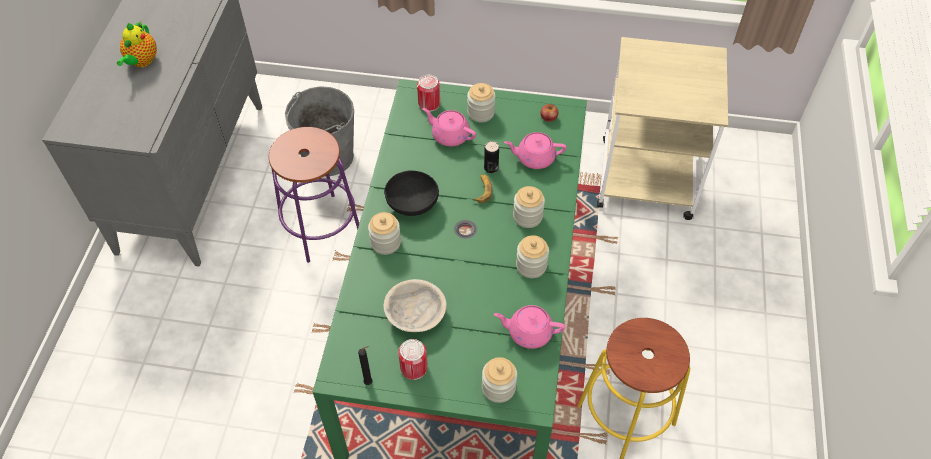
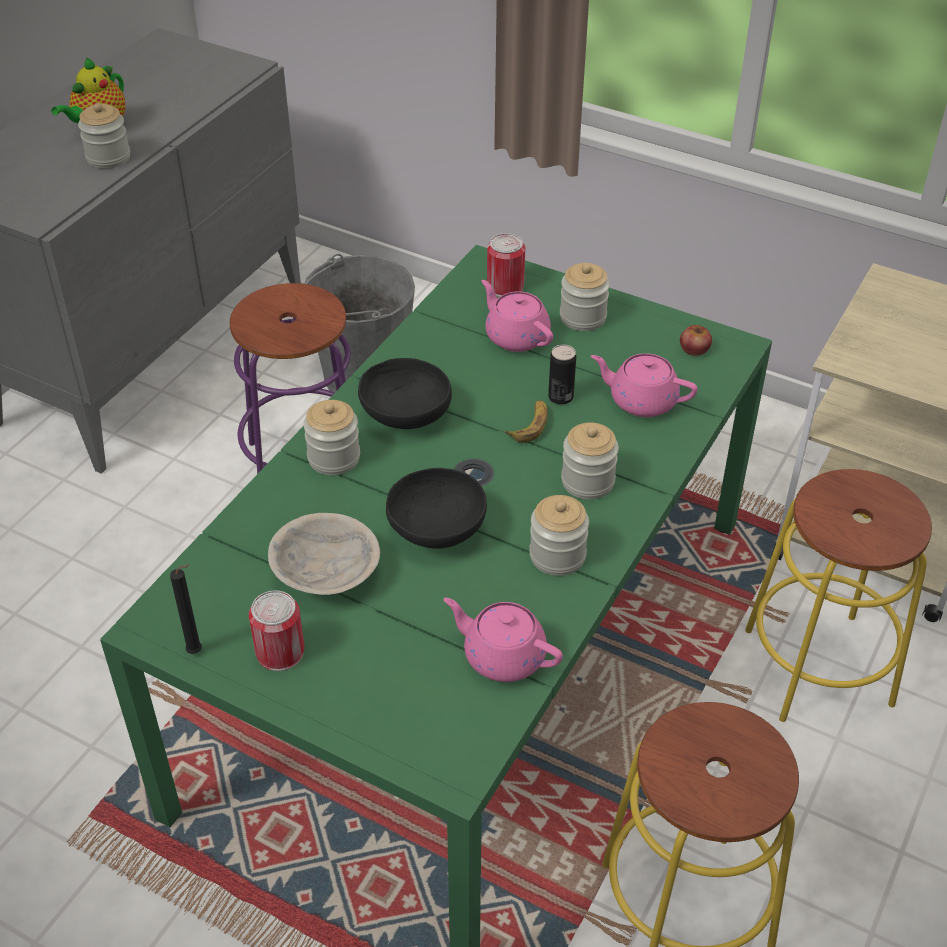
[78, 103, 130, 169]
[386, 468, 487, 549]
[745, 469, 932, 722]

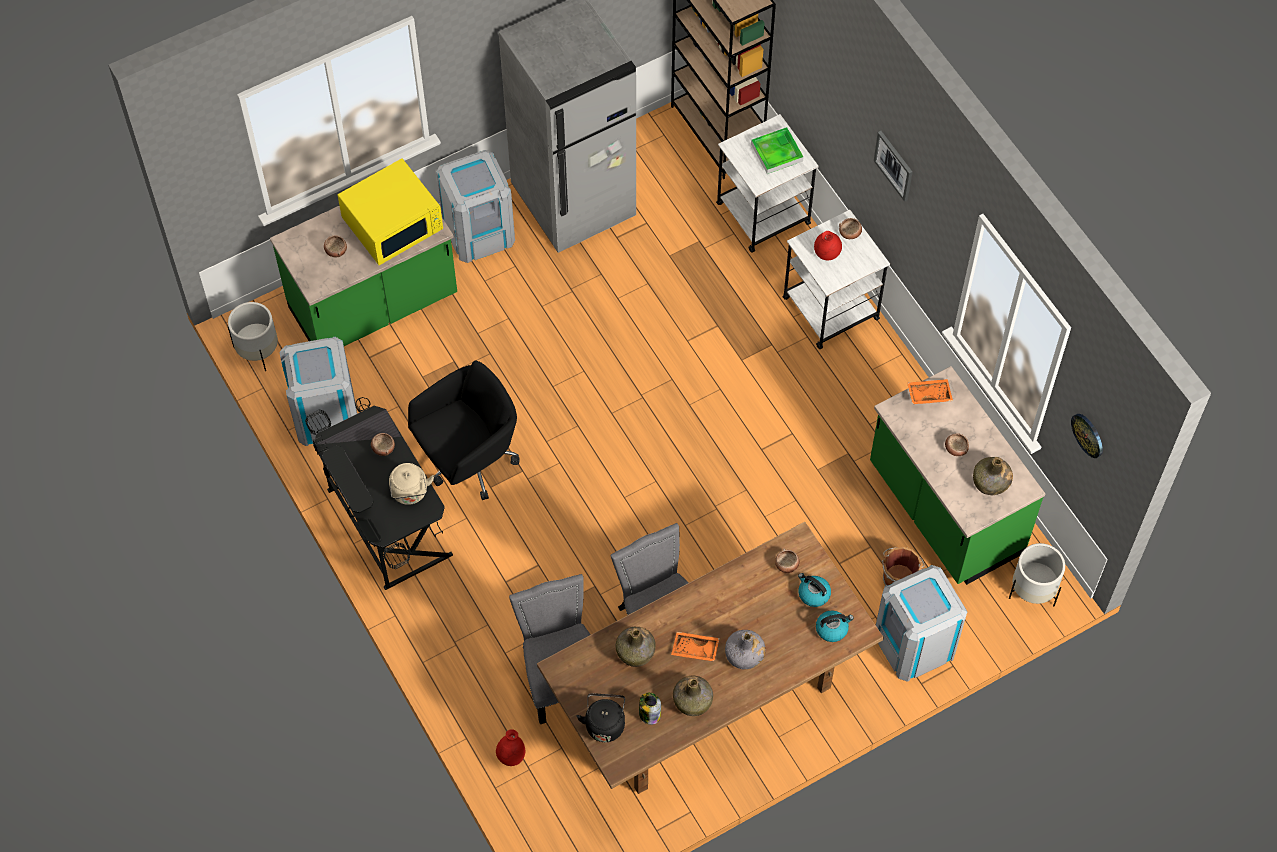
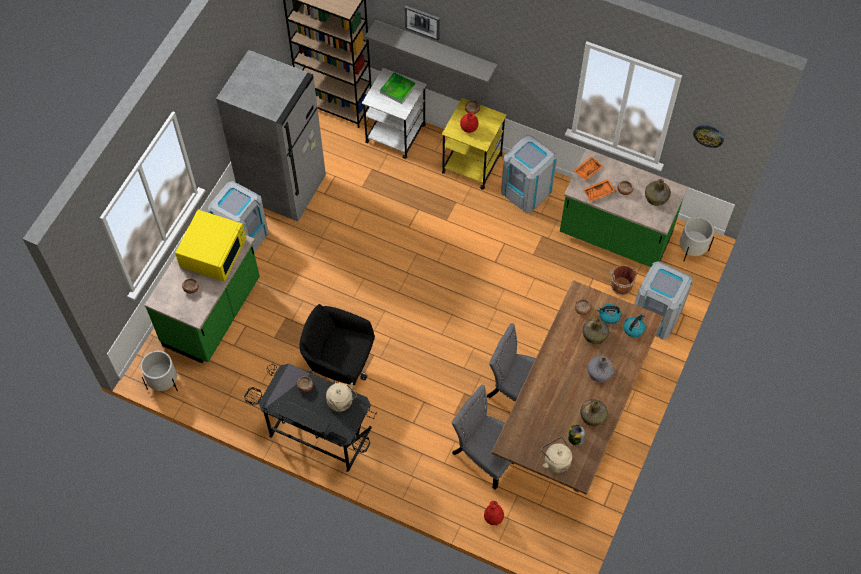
[300, 304, 375, 385]
[365, 20, 497, 84]
[404, 6, 440, 41]
[442, 98, 507, 190]
[501, 135, 557, 213]
[541, 437, 572, 473]
[583, 179, 615, 202]
[583, 318, 609, 344]

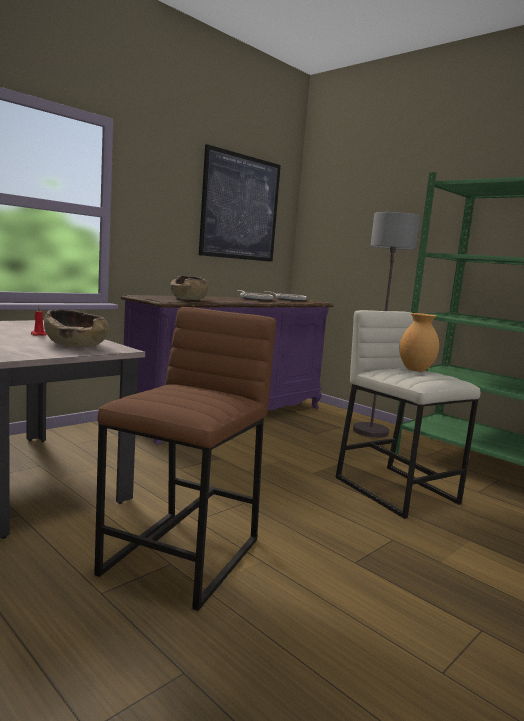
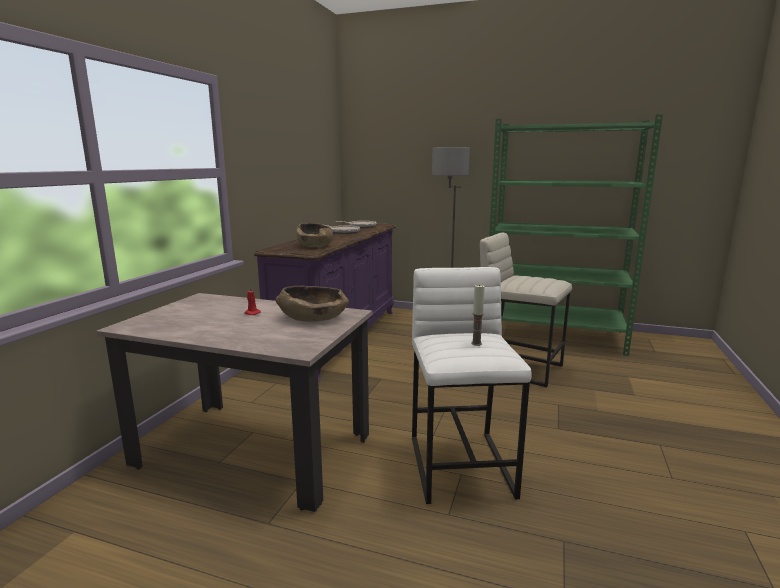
[412, 267, 532, 504]
[471, 284, 485, 346]
[199, 144, 281, 262] (first image)
[399, 313, 439, 372] (first image)

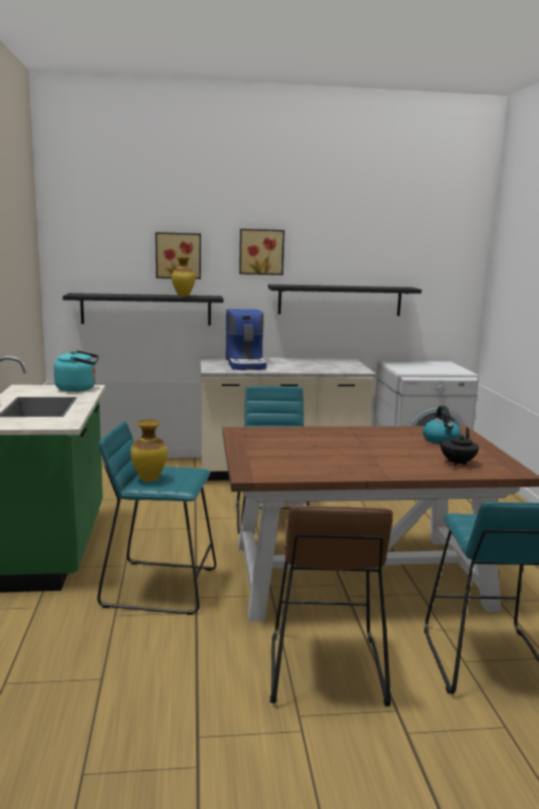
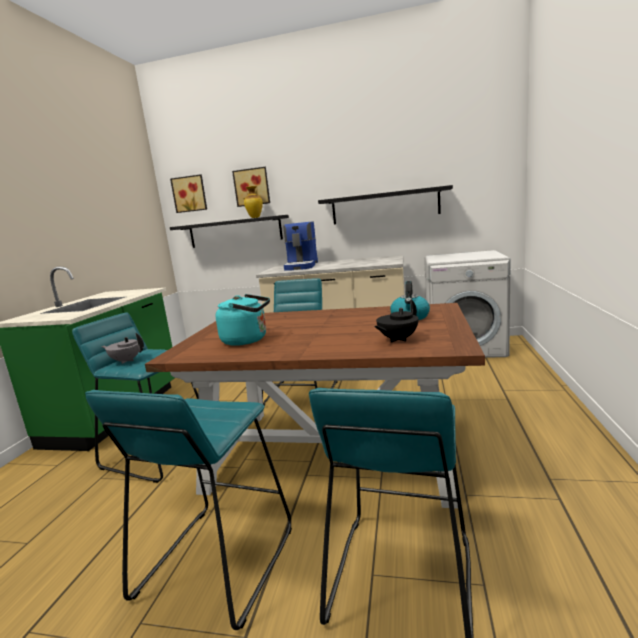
[85, 390, 292, 630]
[102, 333, 144, 364]
[170, 174, 207, 213]
[215, 294, 270, 346]

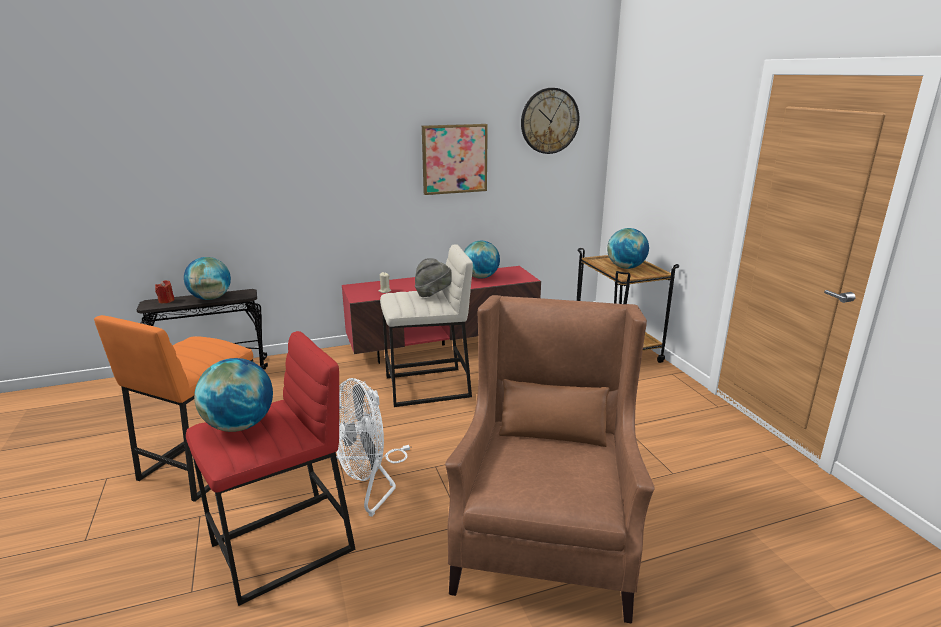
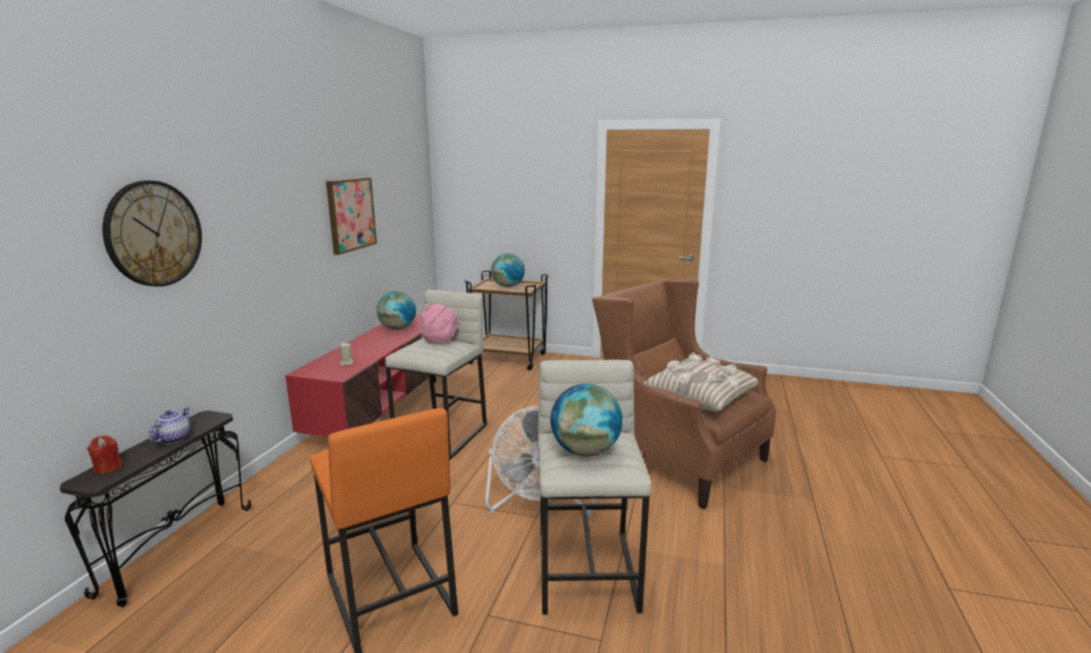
[102, 181, 202, 287]
[148, 407, 190, 444]
[421, 304, 458, 344]
[538, 360, 652, 615]
[644, 352, 758, 411]

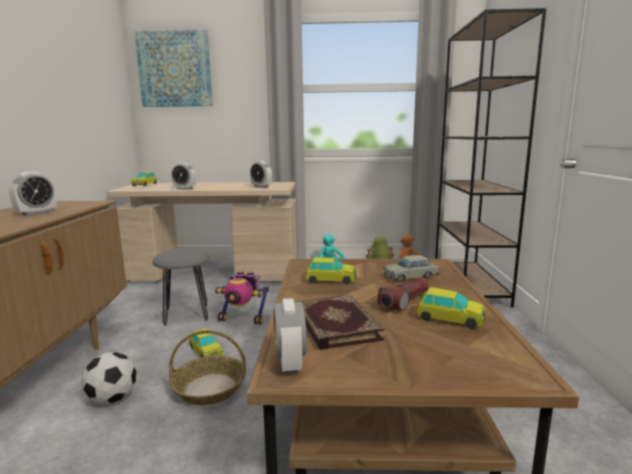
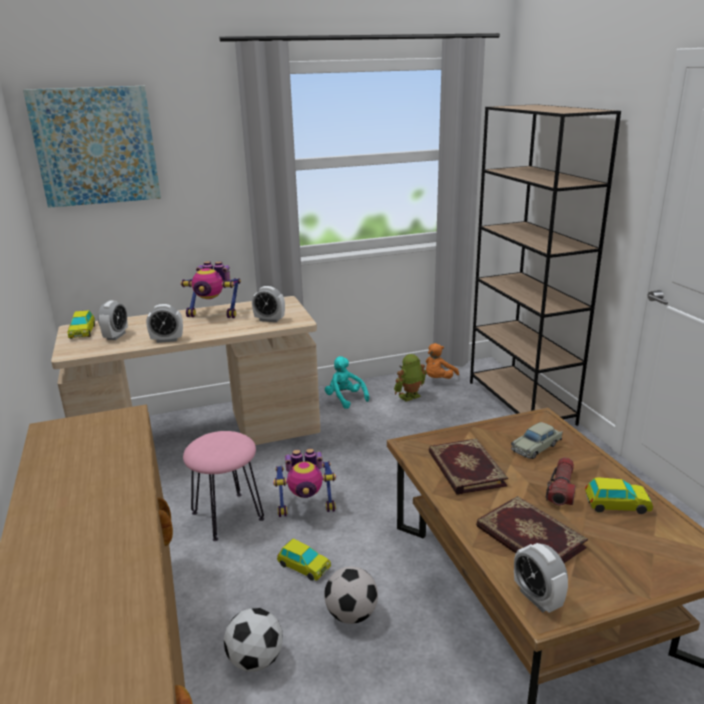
[98, 301, 128, 340]
[181, 261, 241, 318]
[183, 431, 264, 541]
[324, 566, 378, 624]
[429, 438, 508, 495]

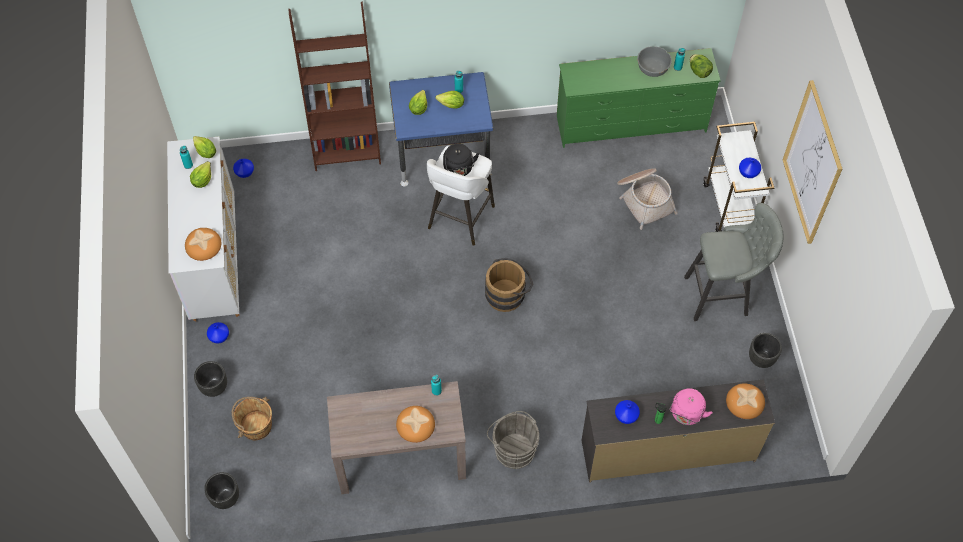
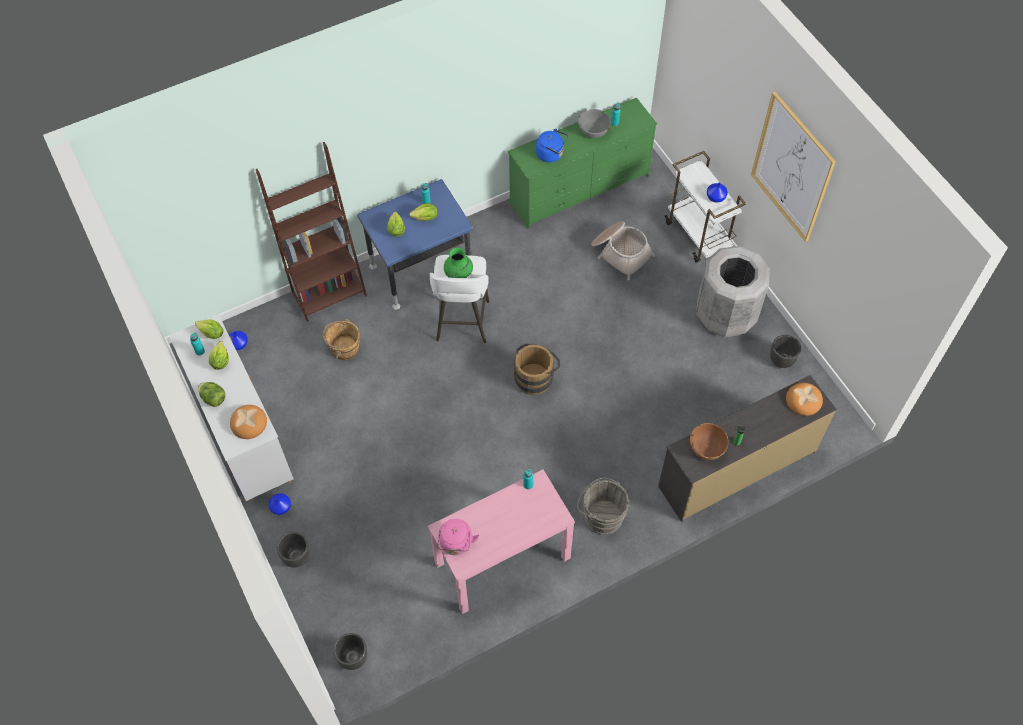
[198, 382, 225, 407]
[322, 319, 360, 360]
[428, 470, 575, 614]
[437, 519, 479, 555]
[444, 248, 473, 278]
[536, 129, 568, 162]
[690, 423, 729, 460]
[696, 246, 770, 337]
[396, 406, 435, 443] (first image)

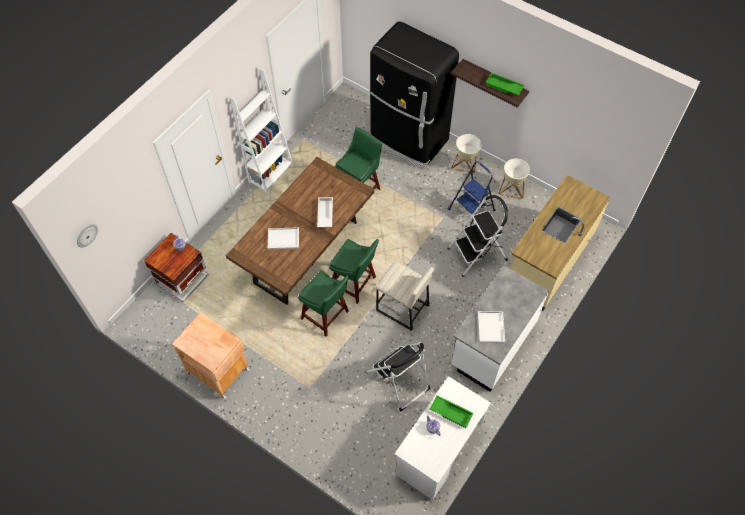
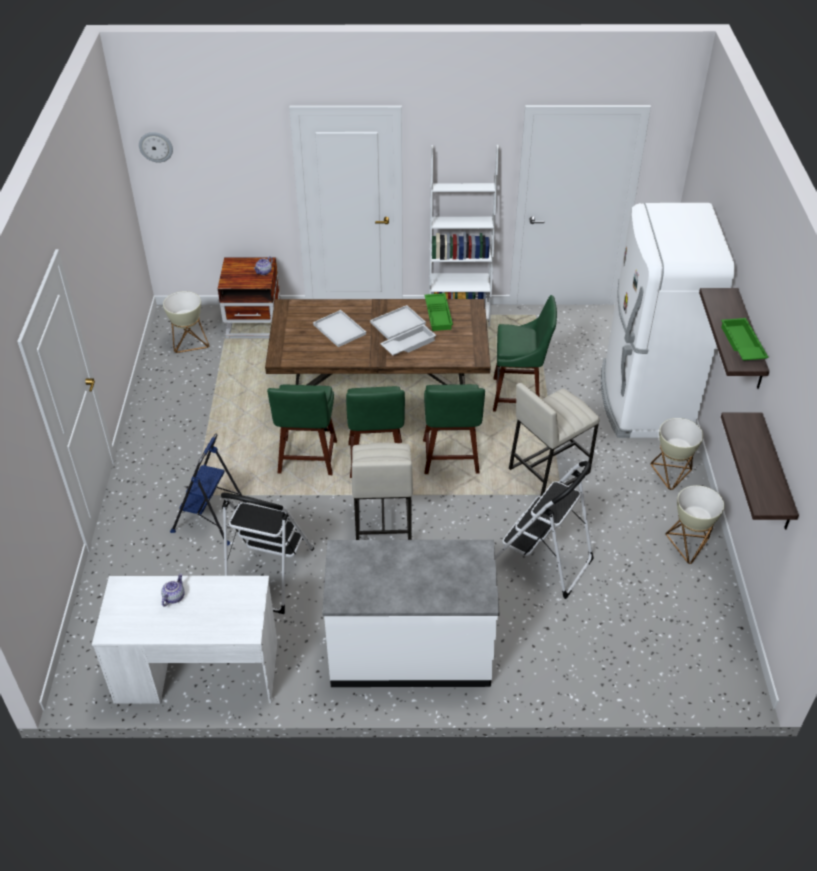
[163, 291, 209, 353]
[170, 434, 246, 546]
[370, 305, 426, 340]
[423, 384, 485, 474]
[424, 293, 453, 331]
[509, 383, 600, 496]
[601, 203, 735, 438]
[721, 413, 799, 529]
[172, 313, 250, 399] (first image)
[510, 175, 611, 311] (first image)

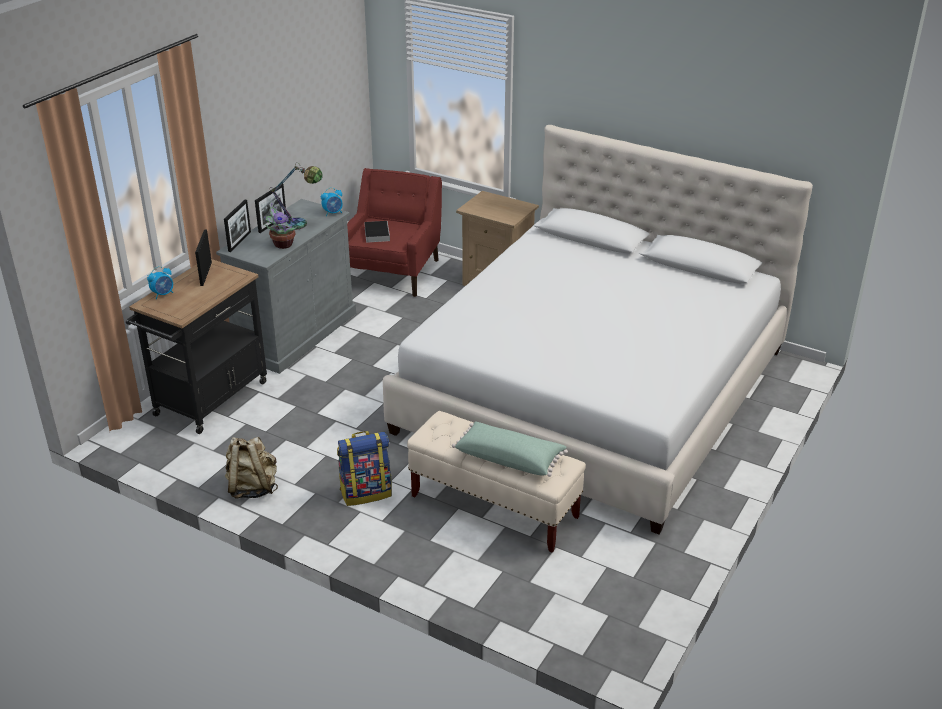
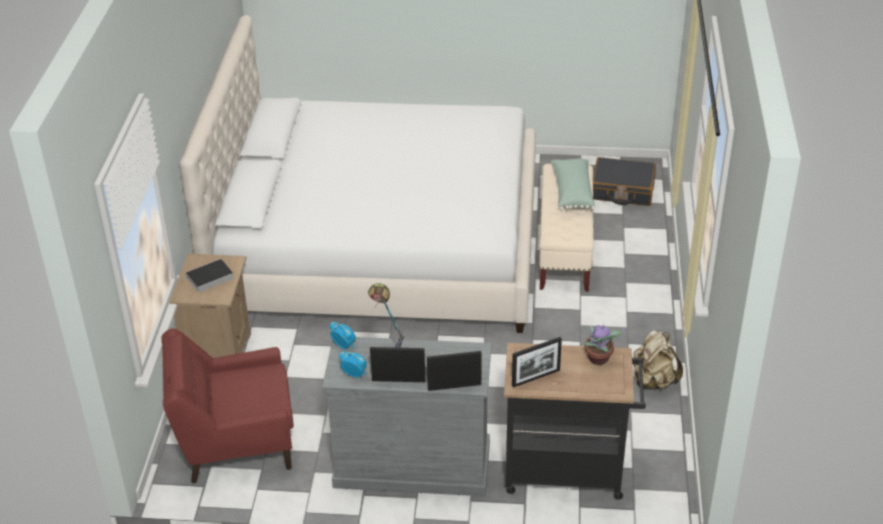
[181, 259, 234, 292]
[339, 351, 367, 378]
[583, 324, 624, 365]
[593, 157, 656, 206]
[337, 431, 392, 506] (first image)

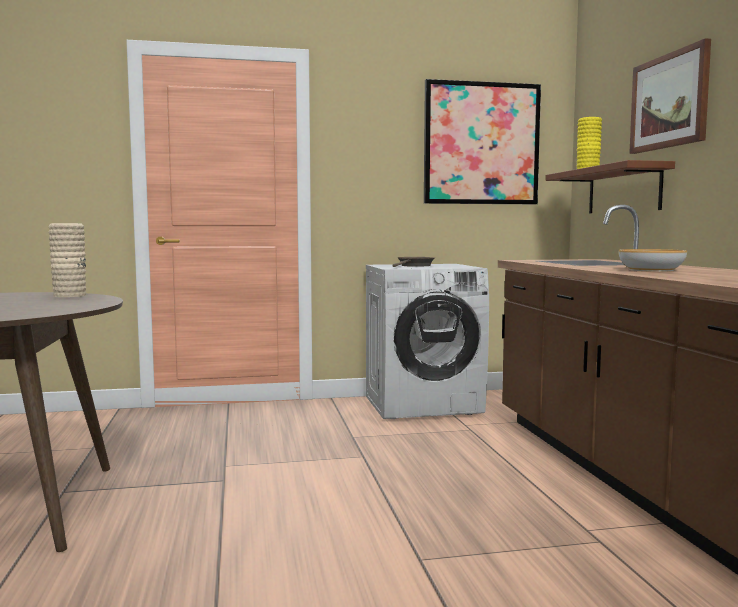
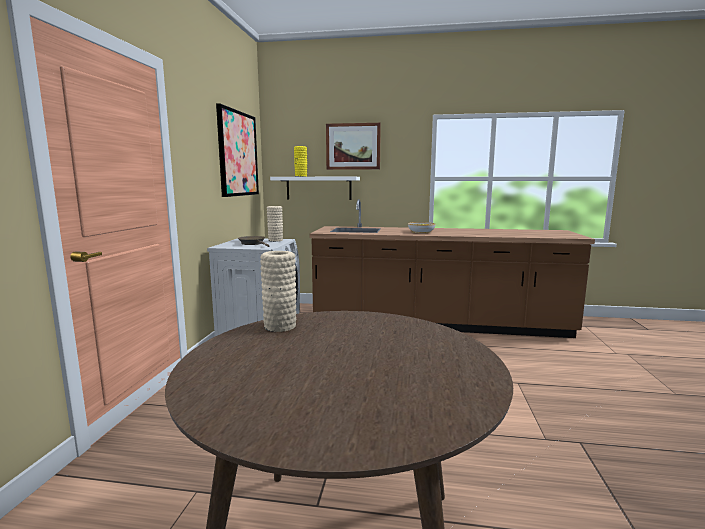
[267, 206, 283, 242]
[270, 177, 360, 200]

